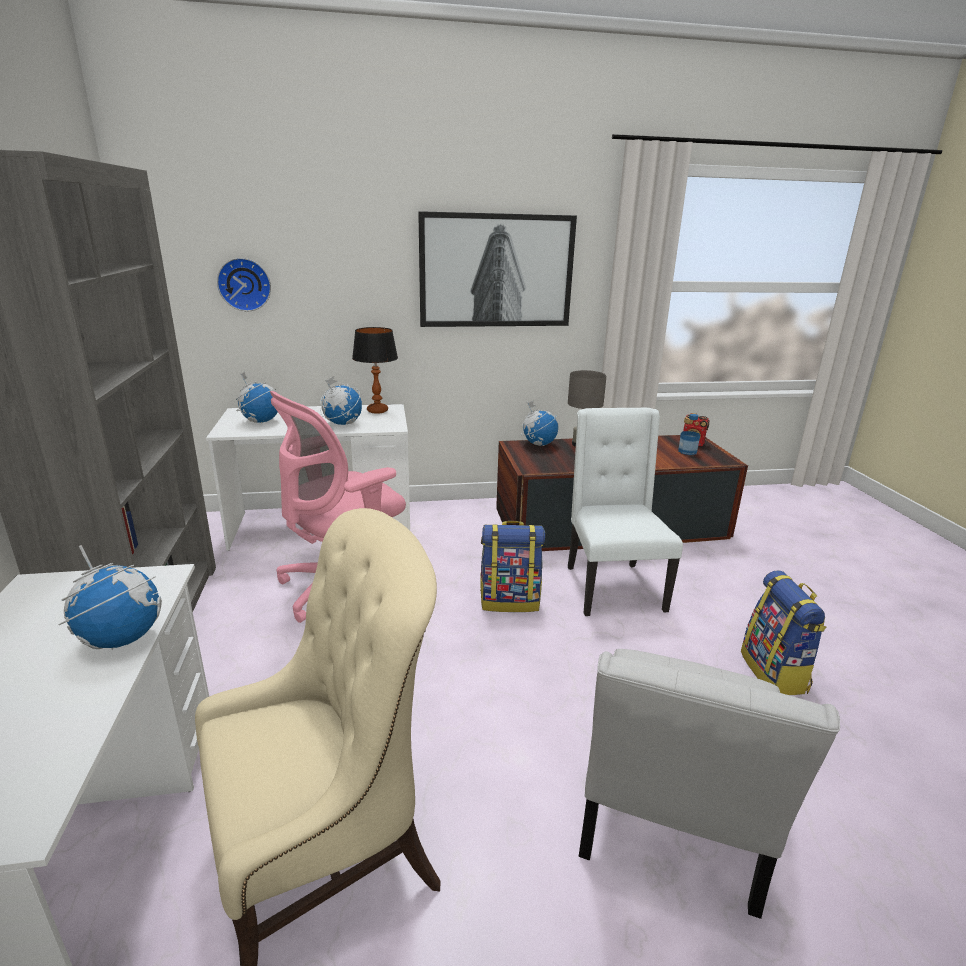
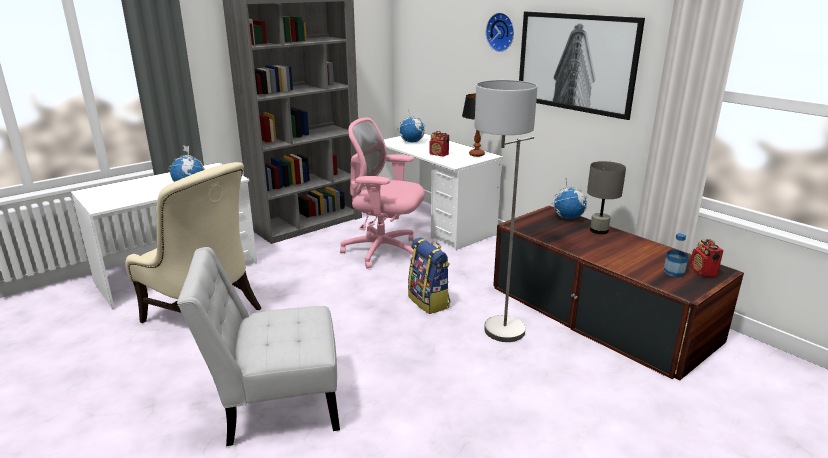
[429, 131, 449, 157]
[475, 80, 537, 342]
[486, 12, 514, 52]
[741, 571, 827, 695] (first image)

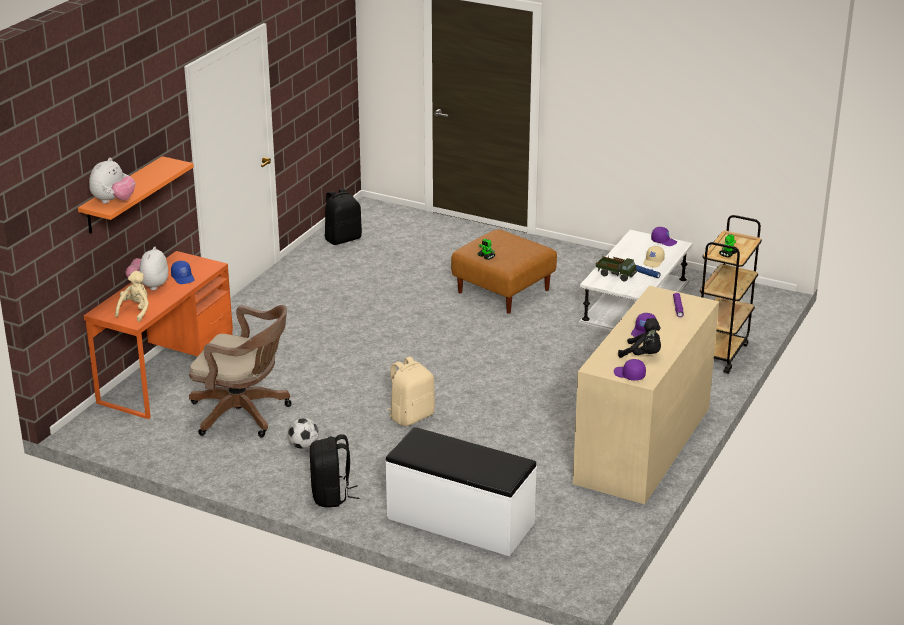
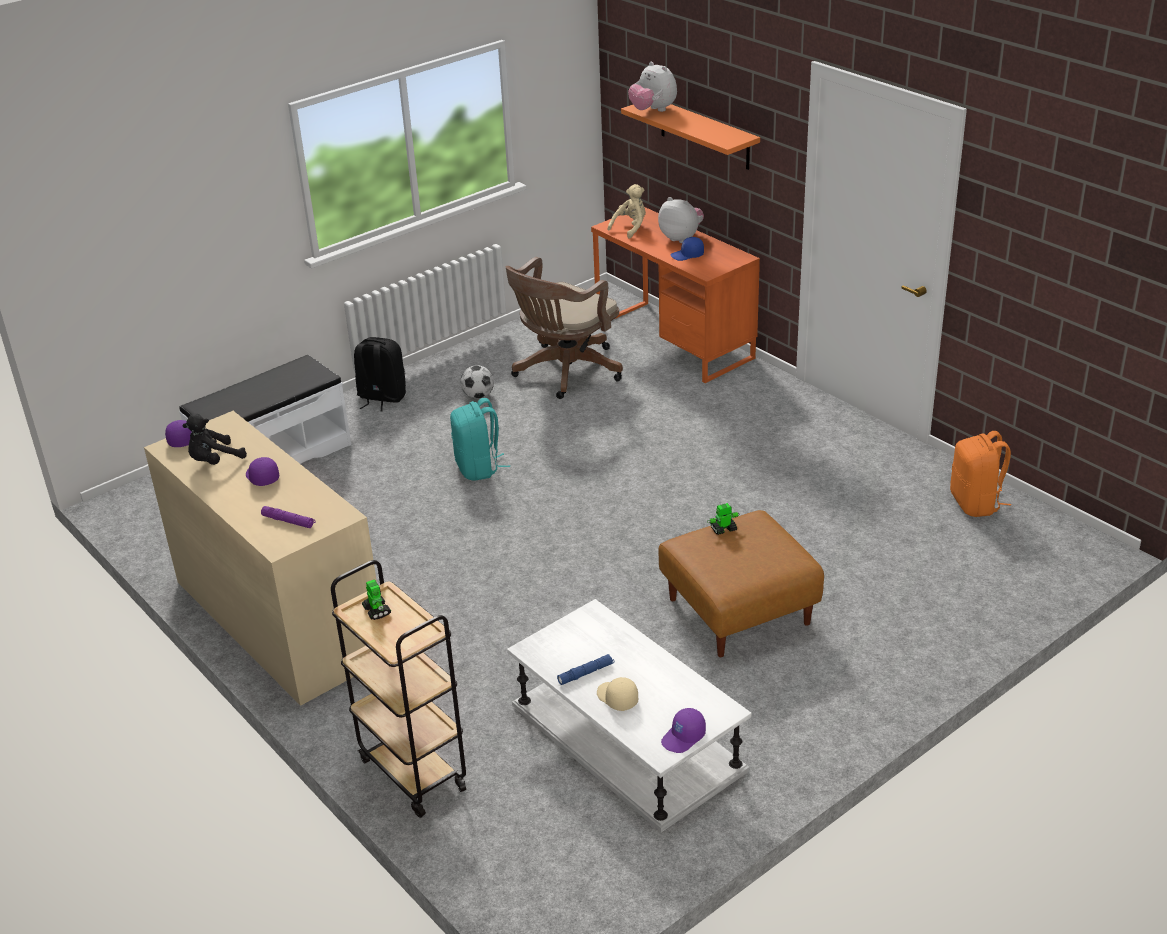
[450, 398, 510, 481]
[608, 184, 646, 239]
[950, 431, 1011, 517]
[596, 257, 637, 282] (first image)

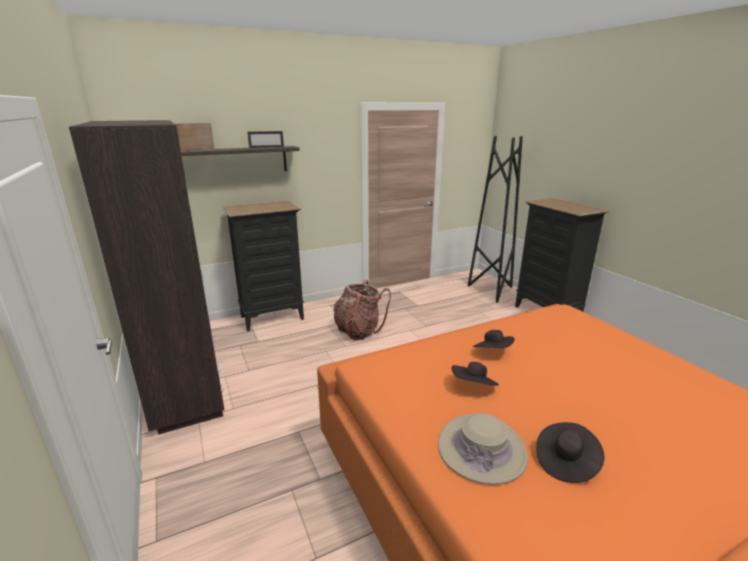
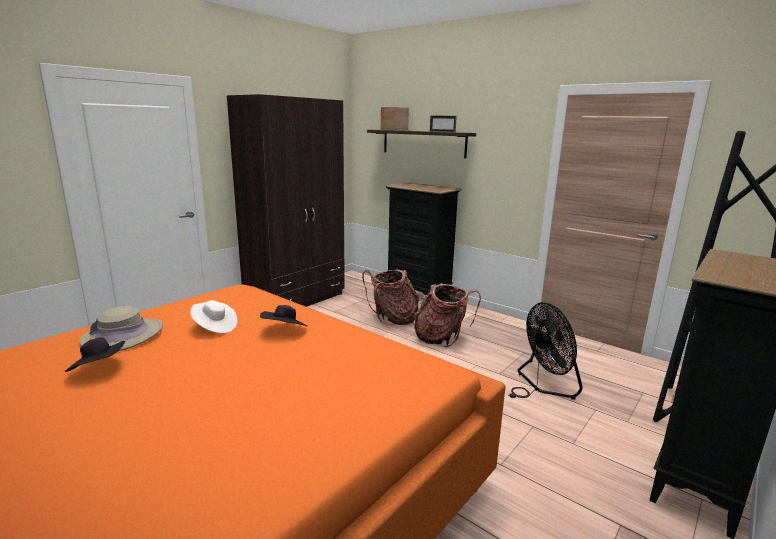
[190, 300, 238, 333]
[362, 269, 419, 325]
[510, 302, 583, 400]

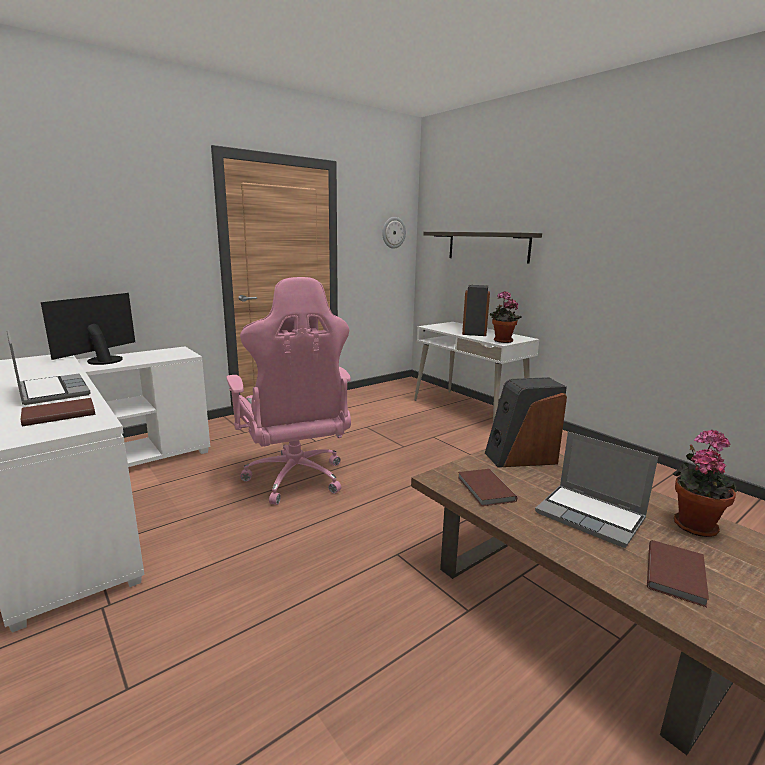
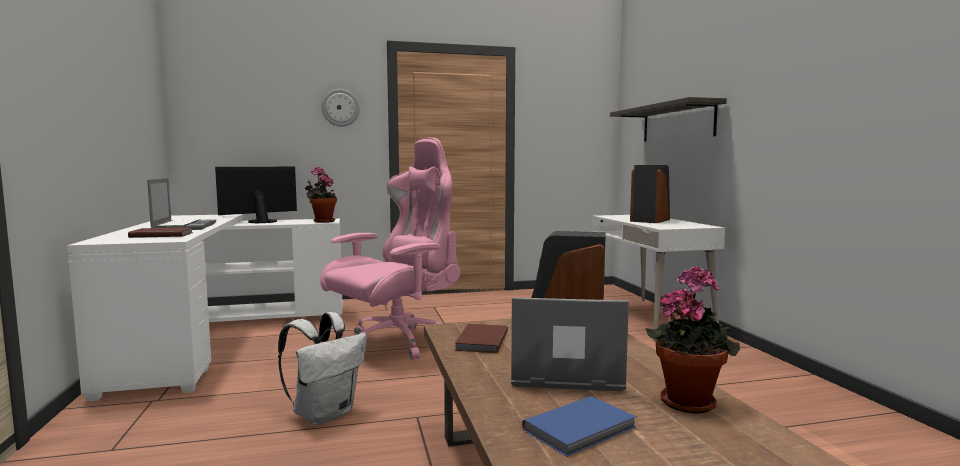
[278, 312, 367, 425]
[305, 167, 337, 223]
[320, 137, 461, 360]
[322, 89, 360, 127]
[511, 297, 629, 391]
[522, 396, 637, 457]

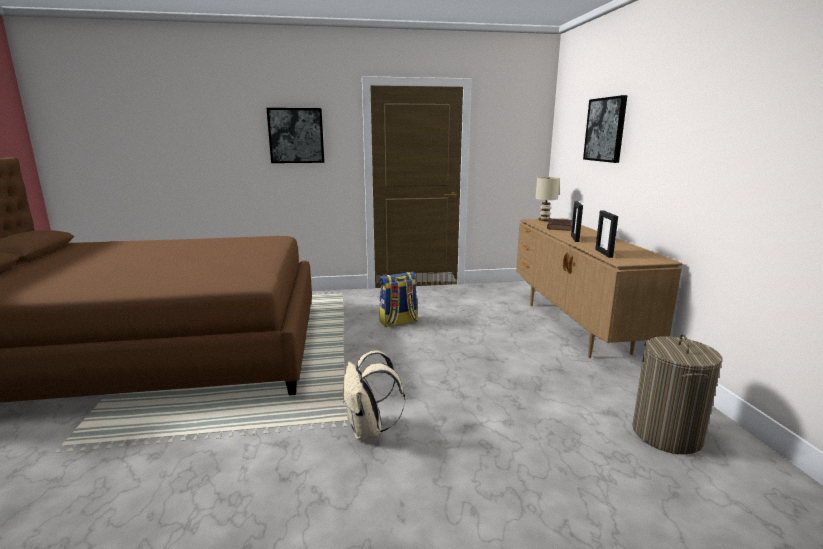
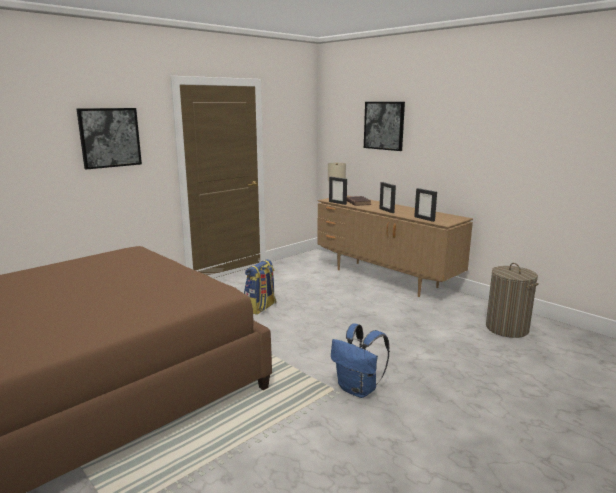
[329, 177, 347, 205]
[331, 324, 390, 398]

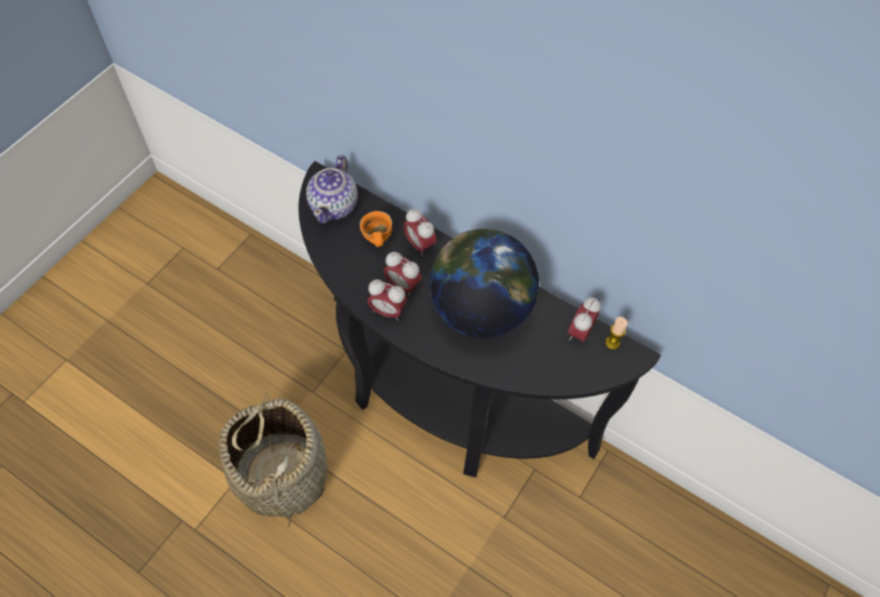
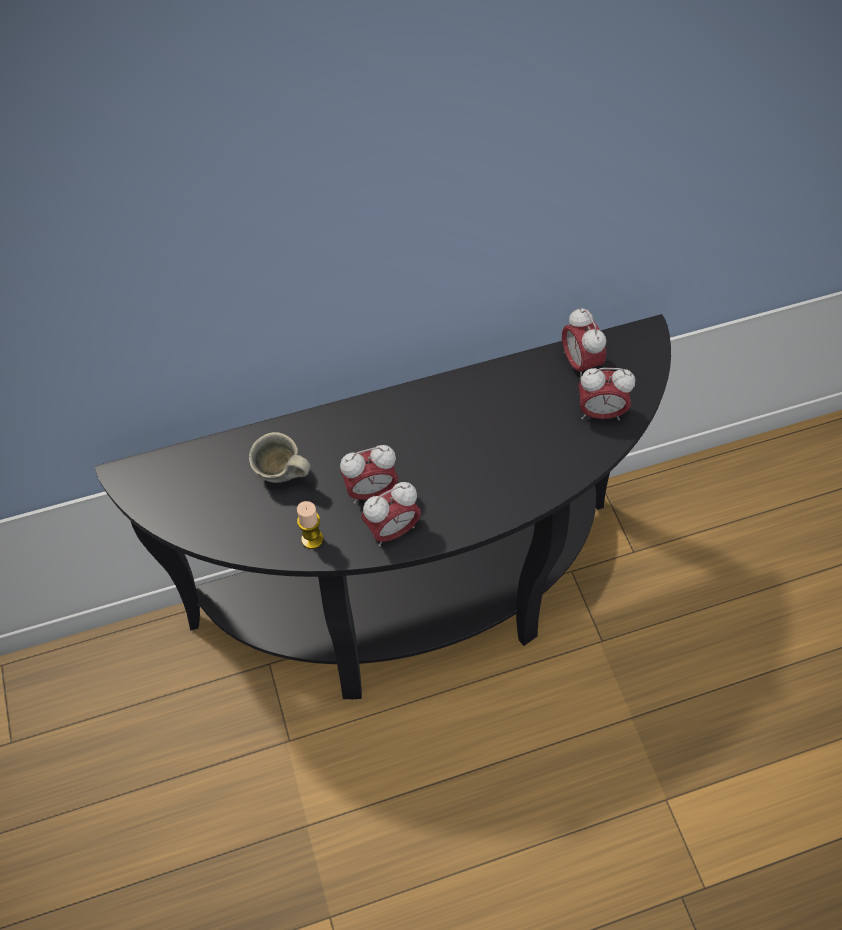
[249, 432, 311, 483]
[297, 501, 323, 549]
[579, 368, 635, 421]
[219, 392, 327, 527] (first image)
[306, 155, 358, 223] (first image)
[429, 229, 539, 339] (first image)

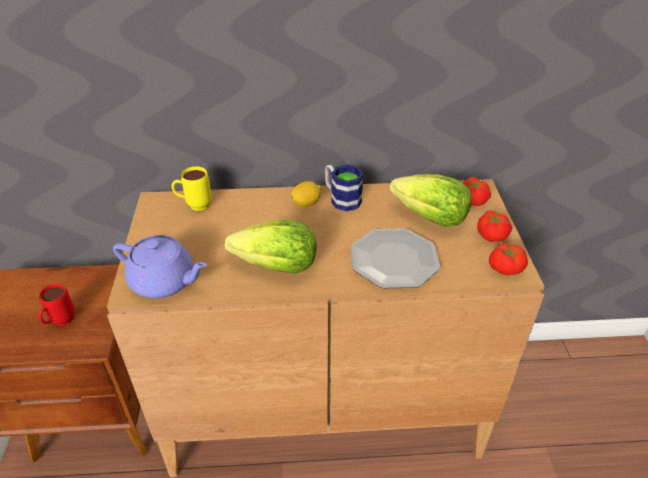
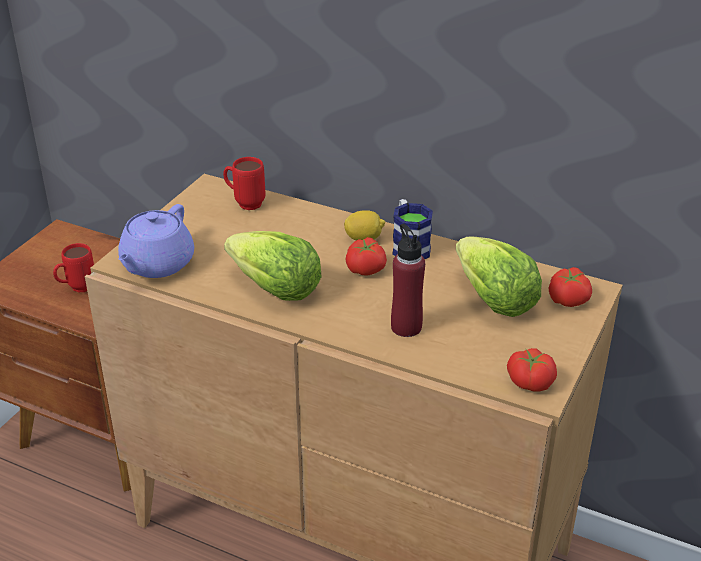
[118, 204, 194, 278]
[223, 157, 265, 210]
[346, 237, 387, 275]
[391, 224, 425, 337]

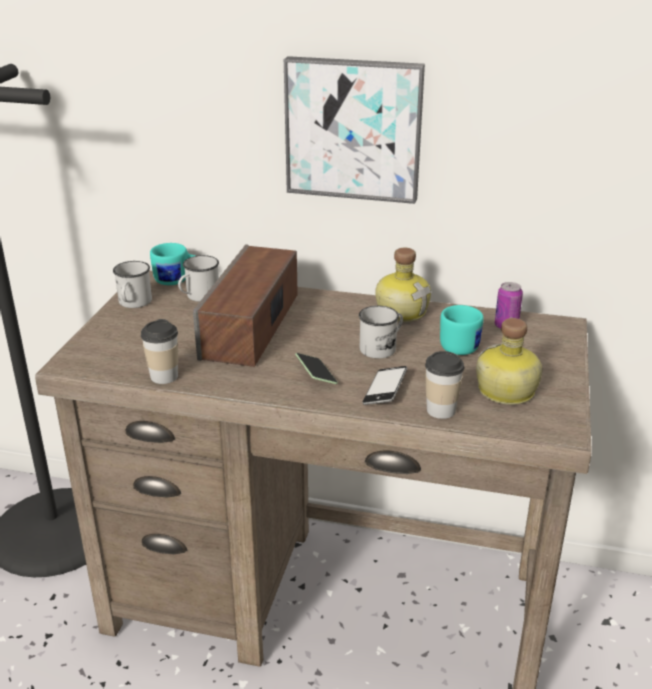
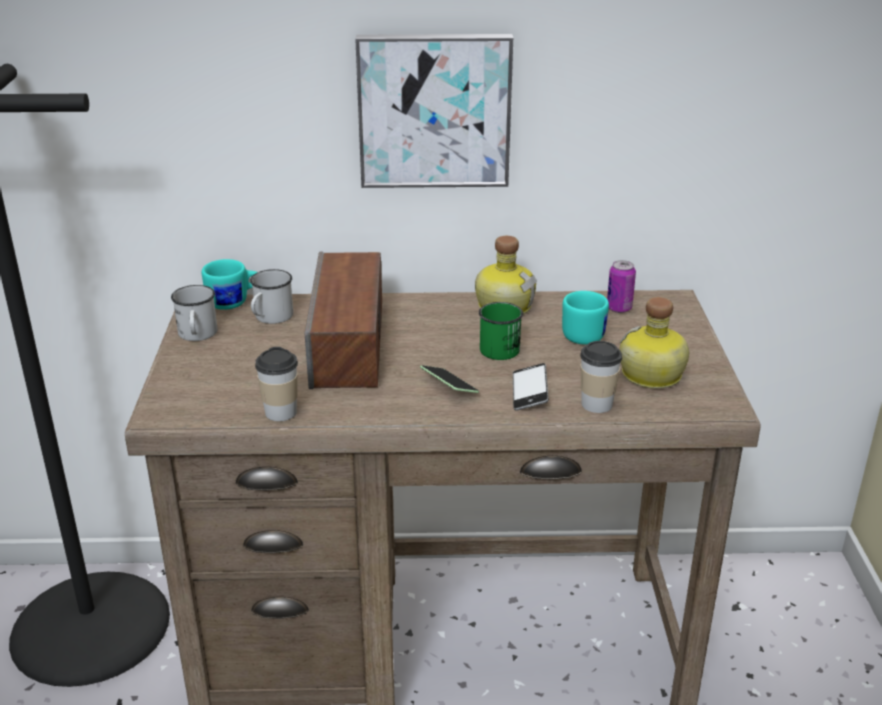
[479, 302, 523, 360]

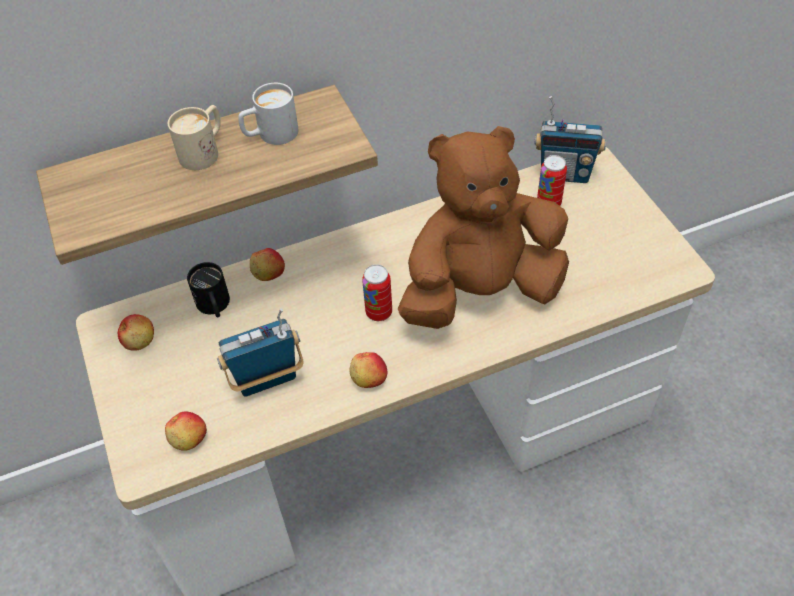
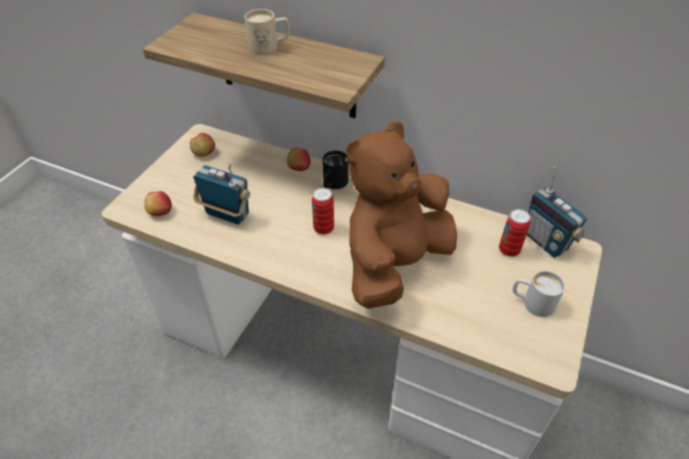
[323, 151, 348, 189]
[346, 121, 457, 309]
[513, 271, 565, 317]
[349, 352, 387, 388] (first image)

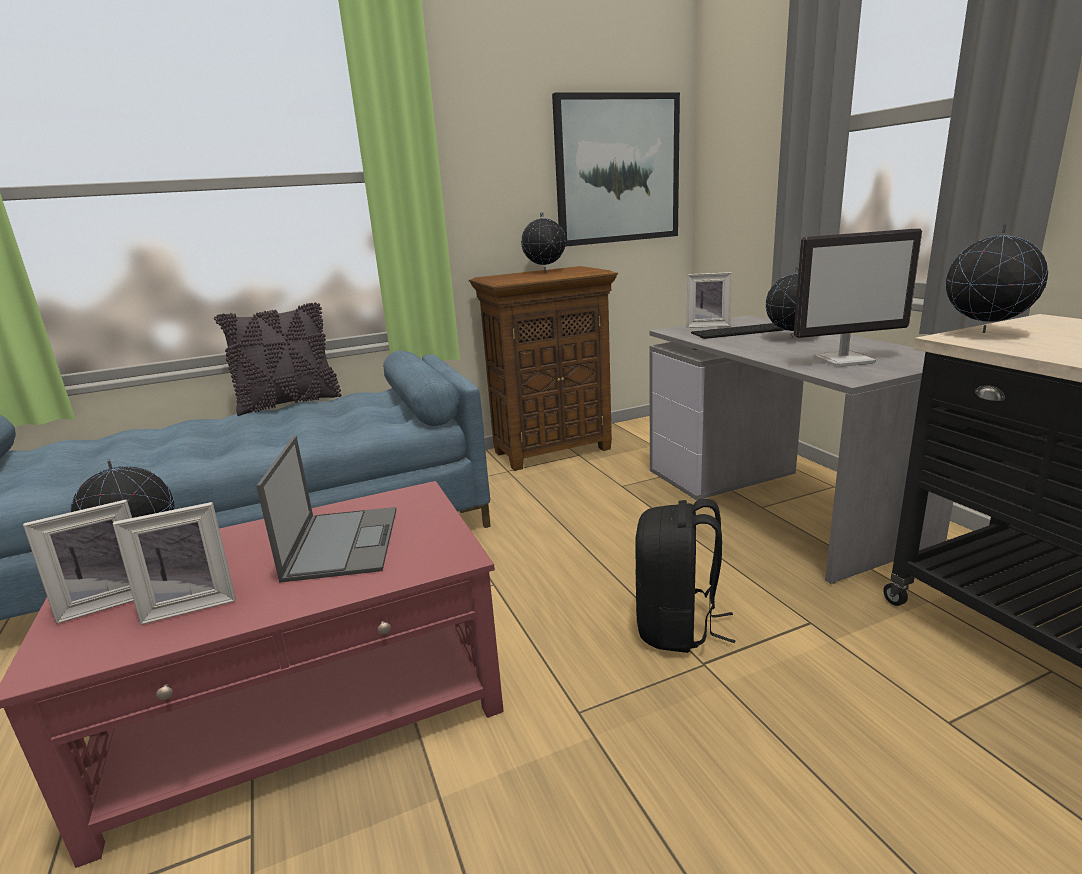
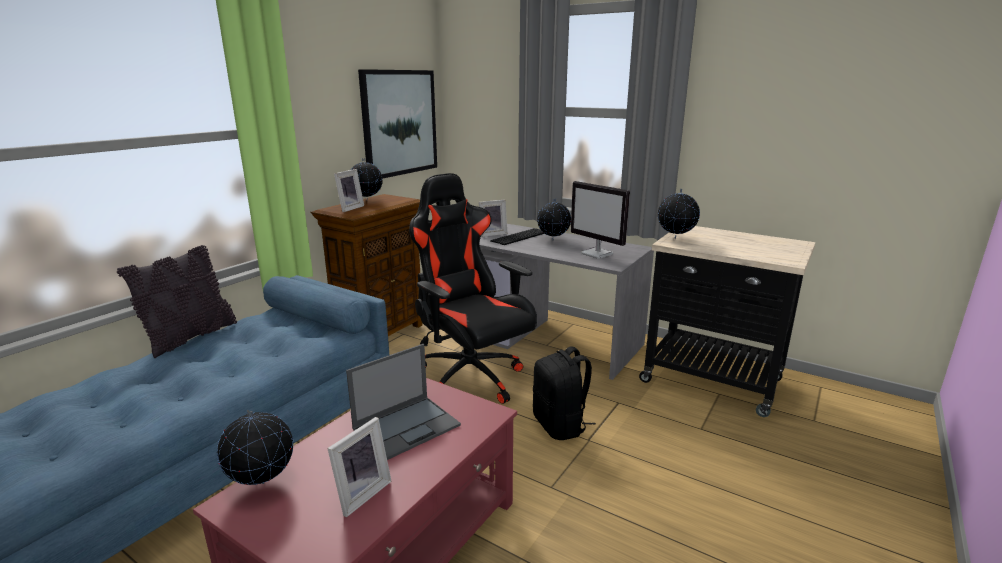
[334, 169, 364, 212]
[346, 344, 461, 460]
[410, 173, 537, 404]
[571, 181, 630, 258]

